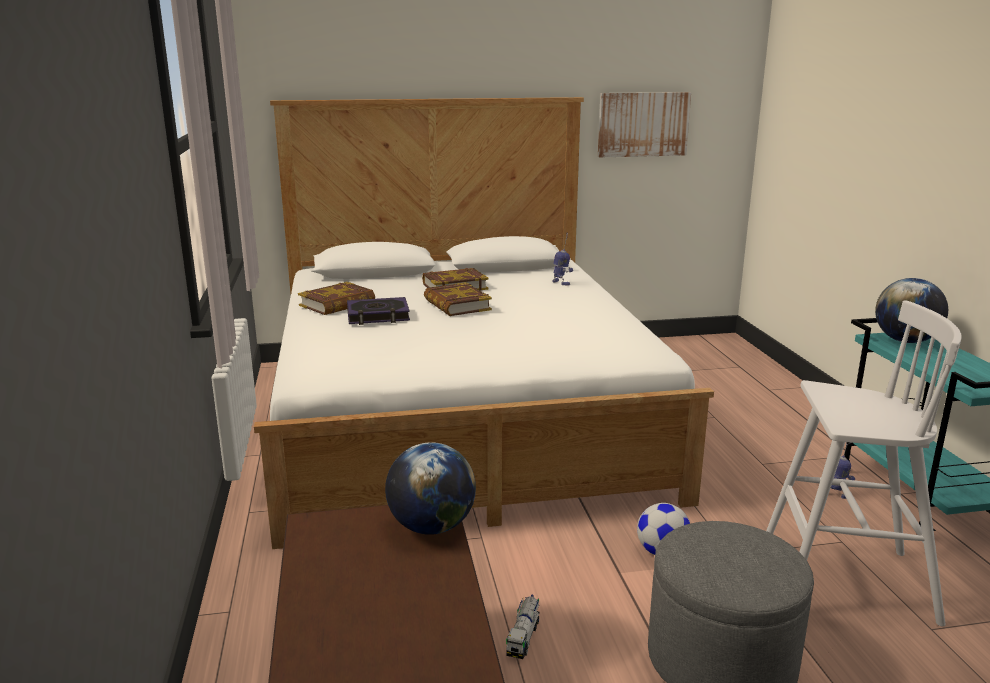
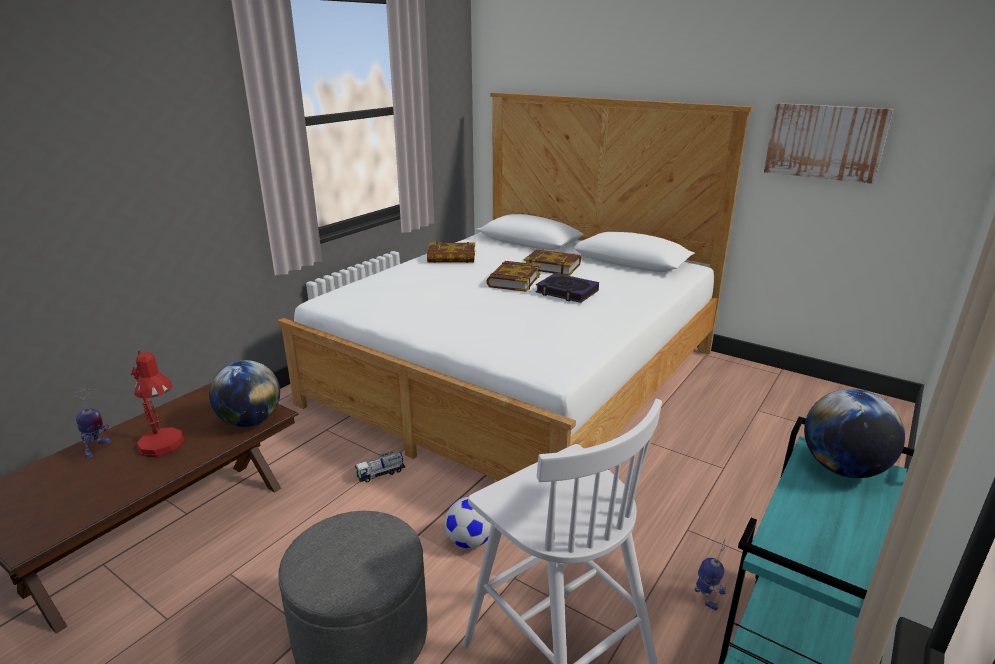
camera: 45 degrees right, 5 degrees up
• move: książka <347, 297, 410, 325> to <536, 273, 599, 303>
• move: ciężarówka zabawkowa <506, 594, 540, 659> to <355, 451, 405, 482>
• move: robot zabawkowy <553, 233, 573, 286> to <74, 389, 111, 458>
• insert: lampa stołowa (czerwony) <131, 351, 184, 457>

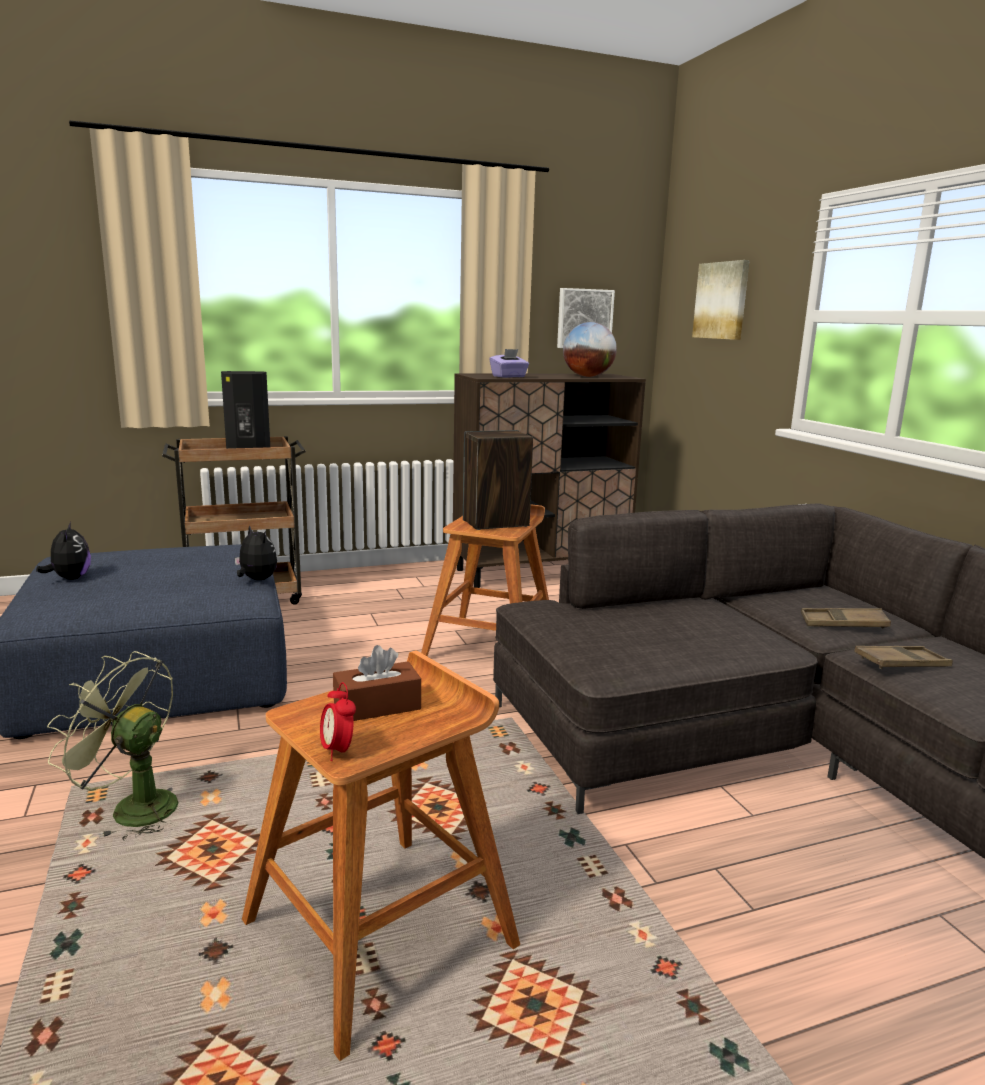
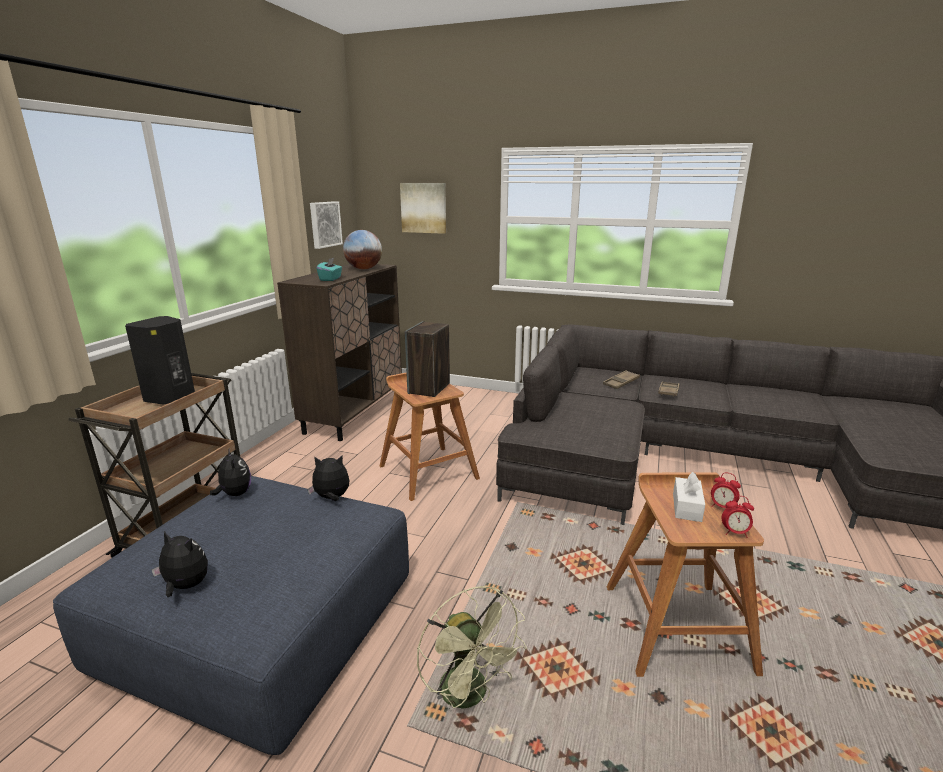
camera: 50 degrees left, 5 degrees up
• rotate: wentylator (zielony) <47, 651, 178, 841> = <417, 586, 527, 708> 90 degrees counterclockwise
• recolor: pudełko chusteczek (brązowy) <333, 645, 421, 721> to pudełko chusteczek (biały) <673, 472, 705, 522>
• recolor: pudełko chusteczek (fioletowy) <490, 349, 529, 378> to pudełko chusteczek (turkusowy) <316, 258, 342, 281>
• insert: pluszak <210, 447, 251, 496>
• insert: budzik <711, 473, 741, 508>

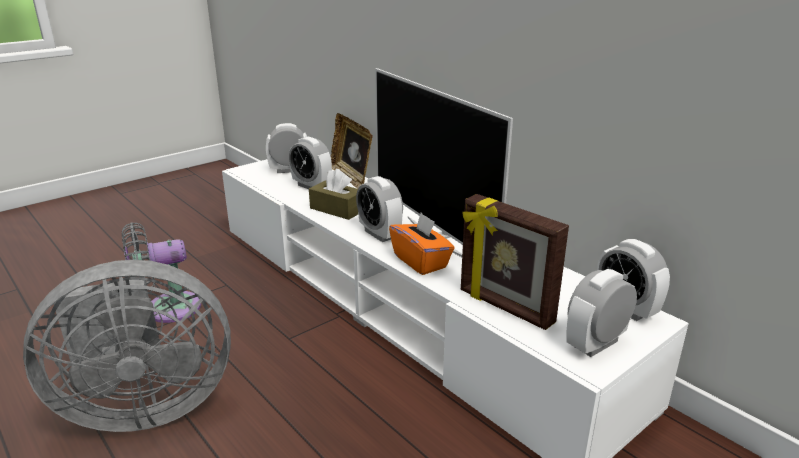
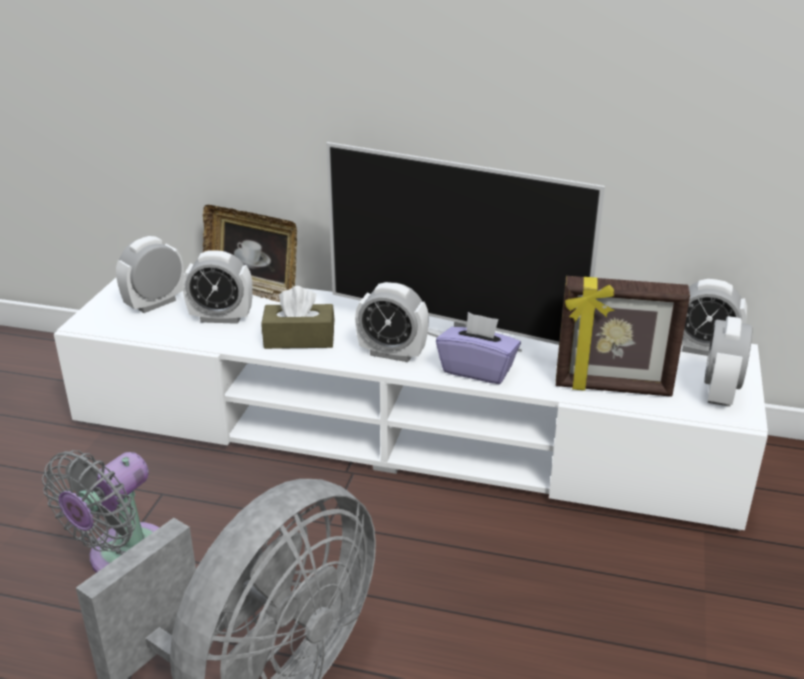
camera: 35 degrees left, 5 degrees up
• recolor: pudełko chusteczek (pomarańczowy) <389, 213, 455, 275> to pudełko chusteczek (fioletowy) <436, 312, 521, 384>

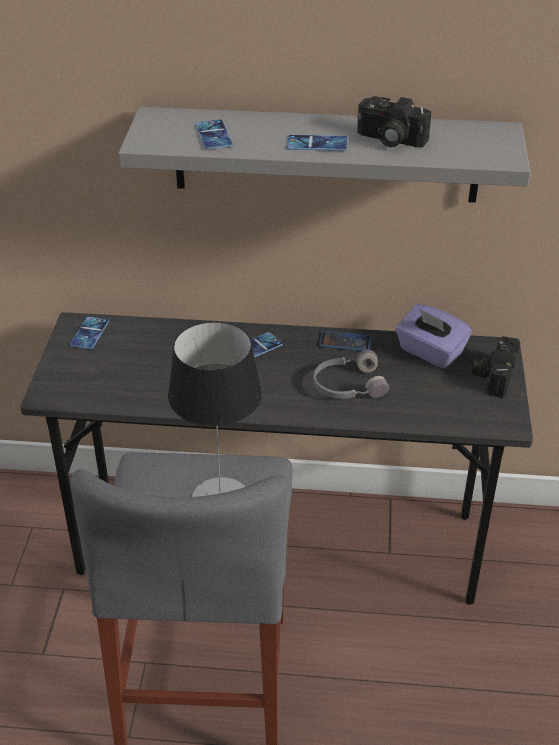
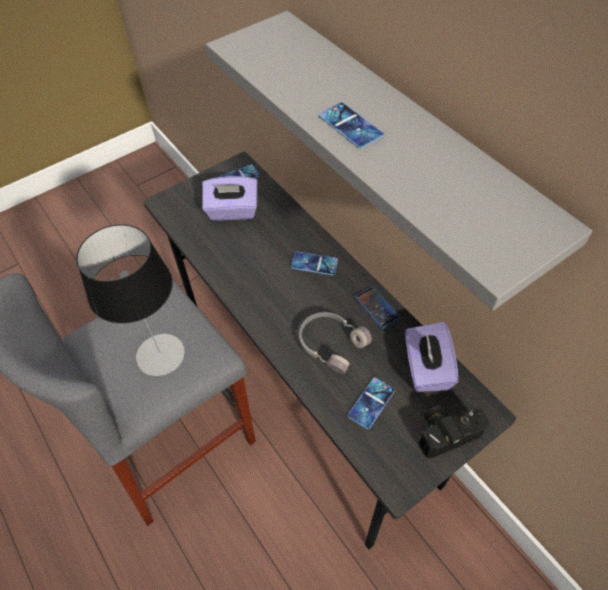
camera: 50 degrees right, 15 degrees up
• move: telefon <195, 120, 233, 149> to <348, 377, 395, 429>
• delete: aparat fotograficzny <357, 96, 431, 147>
• insert: pudełko chusteczek (fioletowy) <202, 176, 257, 221>

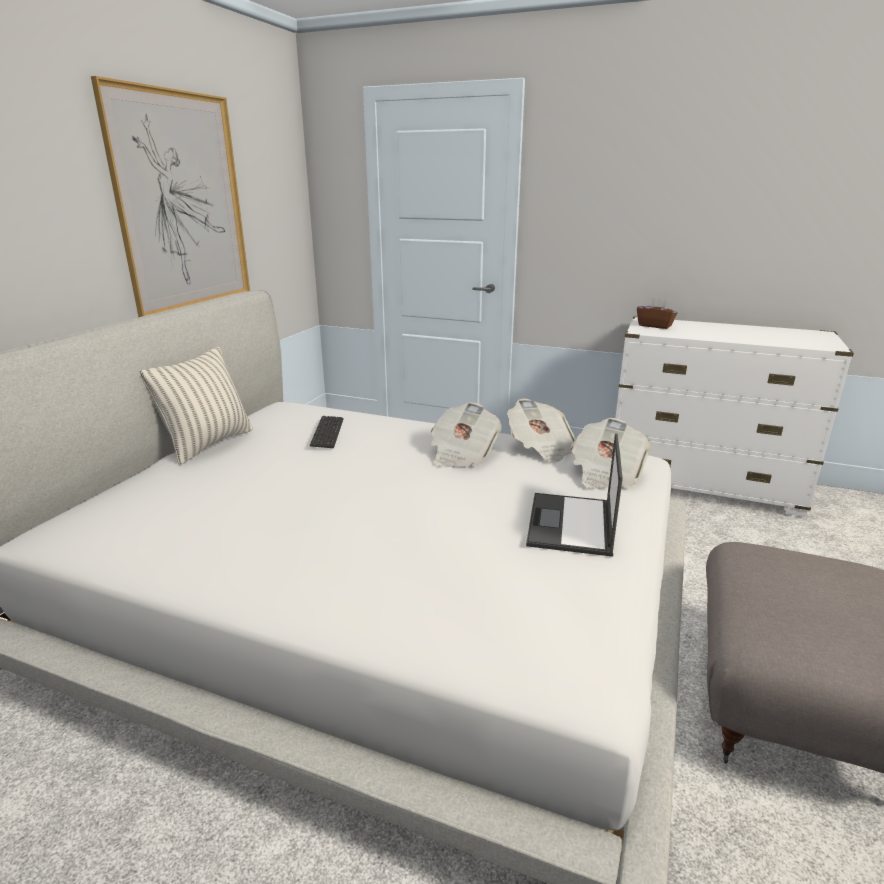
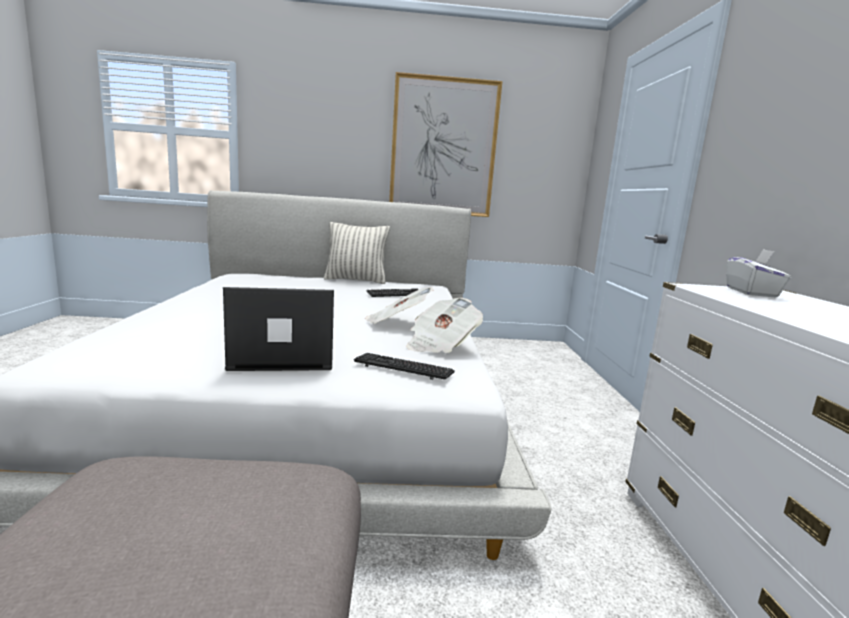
camera: 65 degrees right, 10 degrees down
• replace: gazeta <571, 418, 651, 489> to klawiatura <354, 353, 455, 380>
• recolor: pudełko chusteczek (brązowy) <637, 297, 677, 329> to pudełko chusteczek (biały) <726, 249, 791, 298>

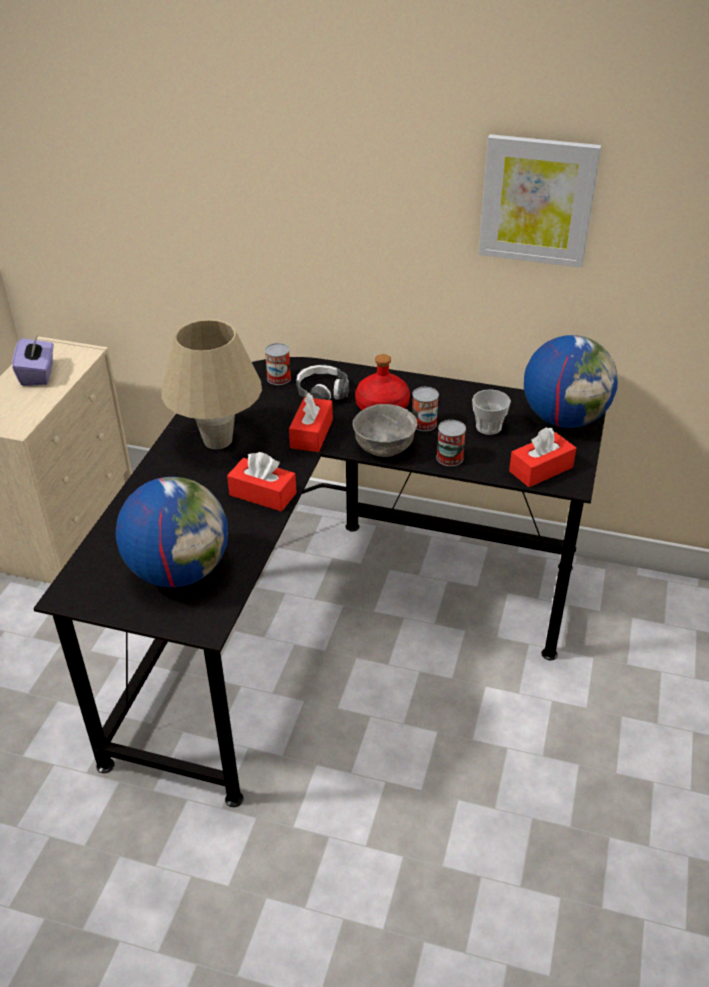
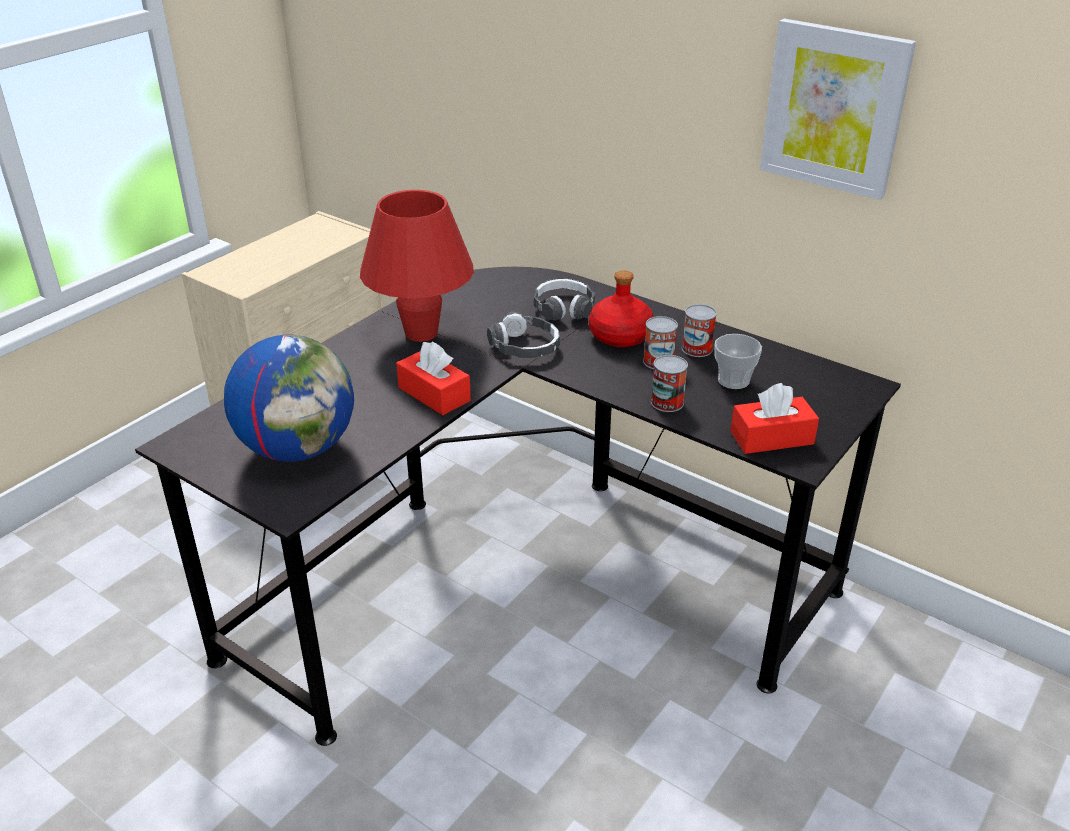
camera: 20 degrees right, 5 degrees down
• delete: pudełko chusteczek (fioletowy) <12, 334, 53, 386>
• recolor: lampa stołowa (beżowy) <162, 319, 262, 449> to lampa stołowa (czerwony) <360, 190, 474, 342>
• move: puszka <265, 343, 291, 385> to <682, 304, 717, 357>
• replace: pudełko chusteczek (czerwony) <289, 393, 333, 452> to słuchawki <487, 311, 560, 358>
• delete: miska (szary) <352, 404, 418, 457>
• delete: globus <524, 335, 618, 428>

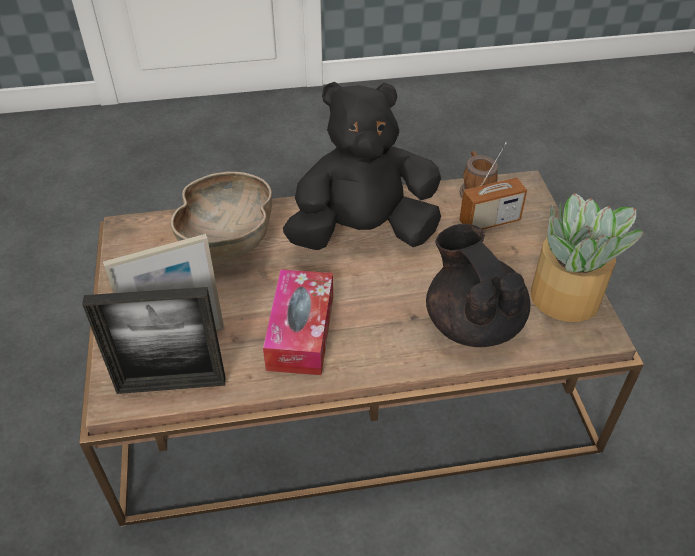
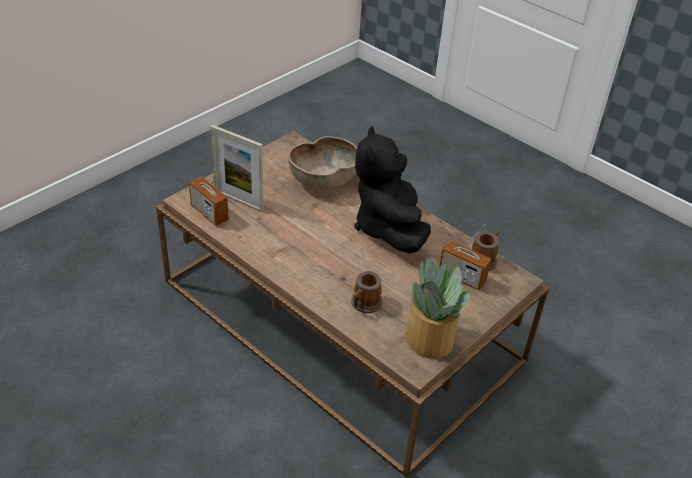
camera: 50 degrees right, 5 degrees down
• replace: ramka na zdjęcie <82, 287, 225, 394> to radio <189, 163, 229, 226>
• delete: pudełko chusteczek <263, 269, 333, 375>
• rotate: pluszak (czarny) <283, 82, 441, 250> = <355, 126, 431, 254> 135 degrees counterclockwise
• replace: imbryk (czarny) <426, 224, 531, 347> to kubek <351, 271, 383, 313>

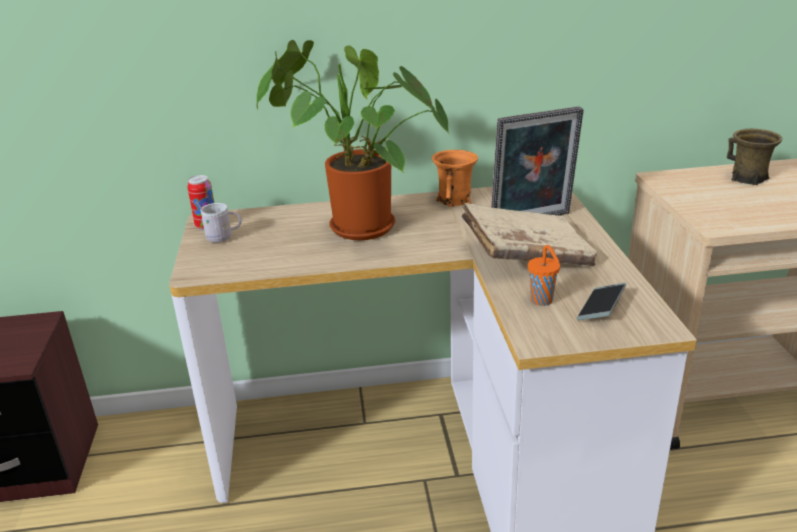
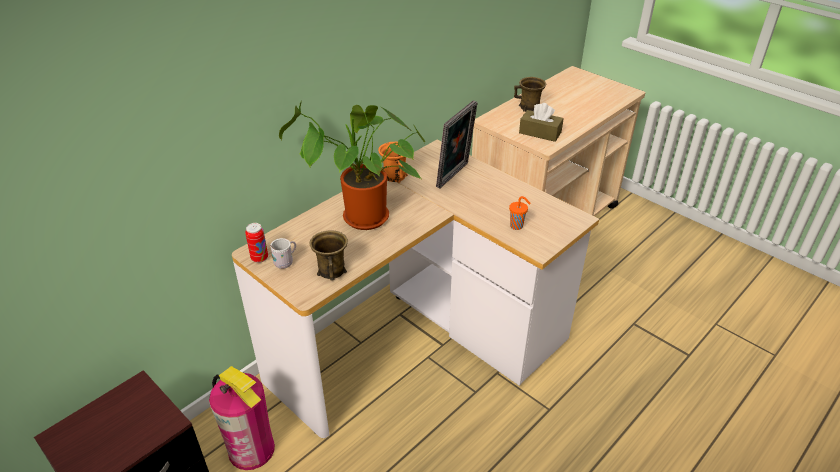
camera: 40 degrees left, 10 degrees up
• delete: książka (beżowy) <462, 203, 597, 266>
• delete: telefon <577, 283, 626, 321>
• insert: gaśnica <209, 366, 275, 470>
• insert: kubek (brązowy) <310, 230, 348, 281>
• insert: pudełko chusteczek (brązowy) <519, 103, 564, 142>

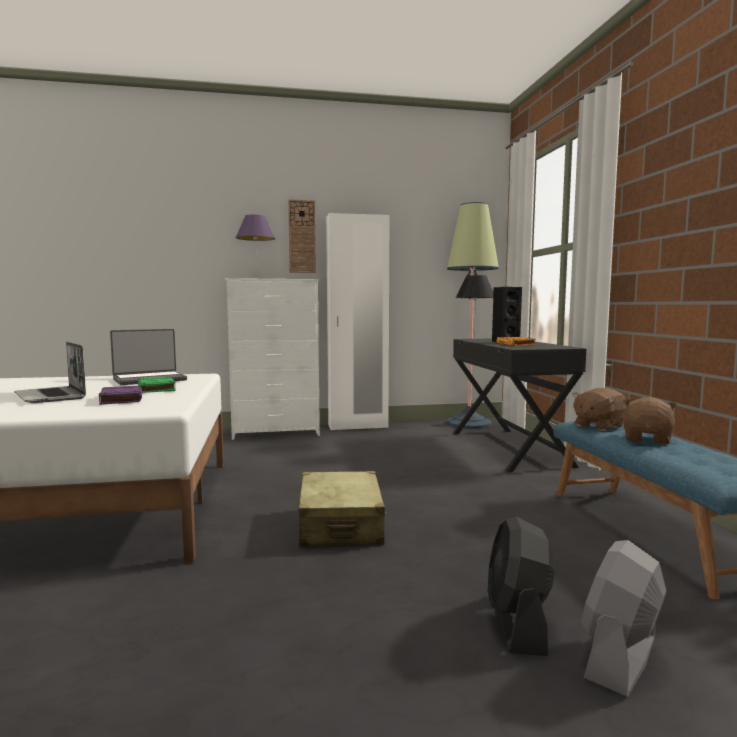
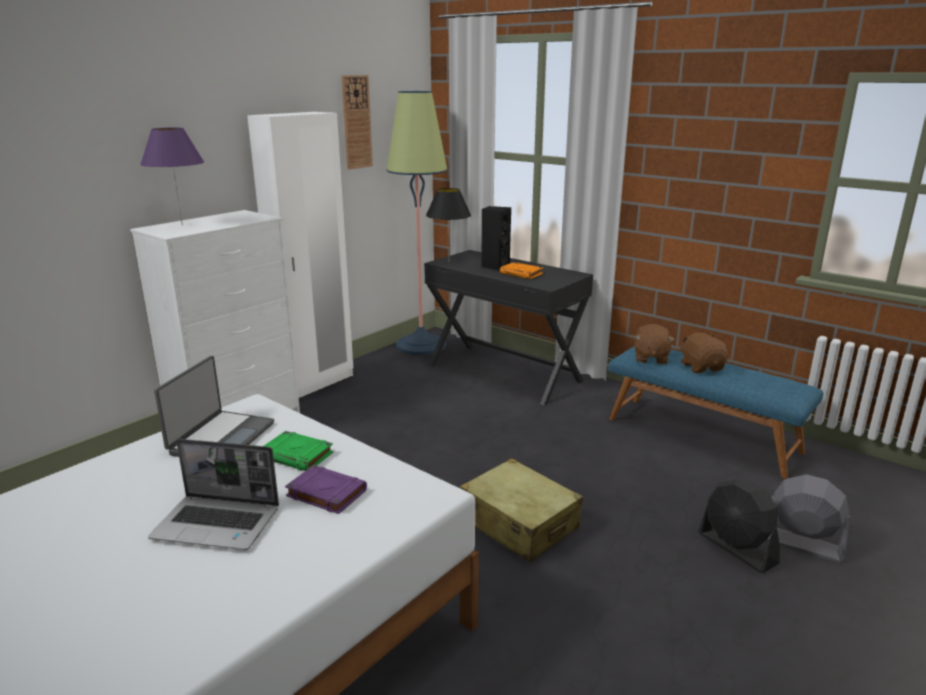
camera: 40 degrees left, 15 degrees up
• move: zegar ścienny <288, 199, 316, 273> to <342, 75, 373, 169>
• rotate: wentylator (szary) <581, 540, 666, 697> = <765, 475, 851, 563> 120 degrees clockwise

